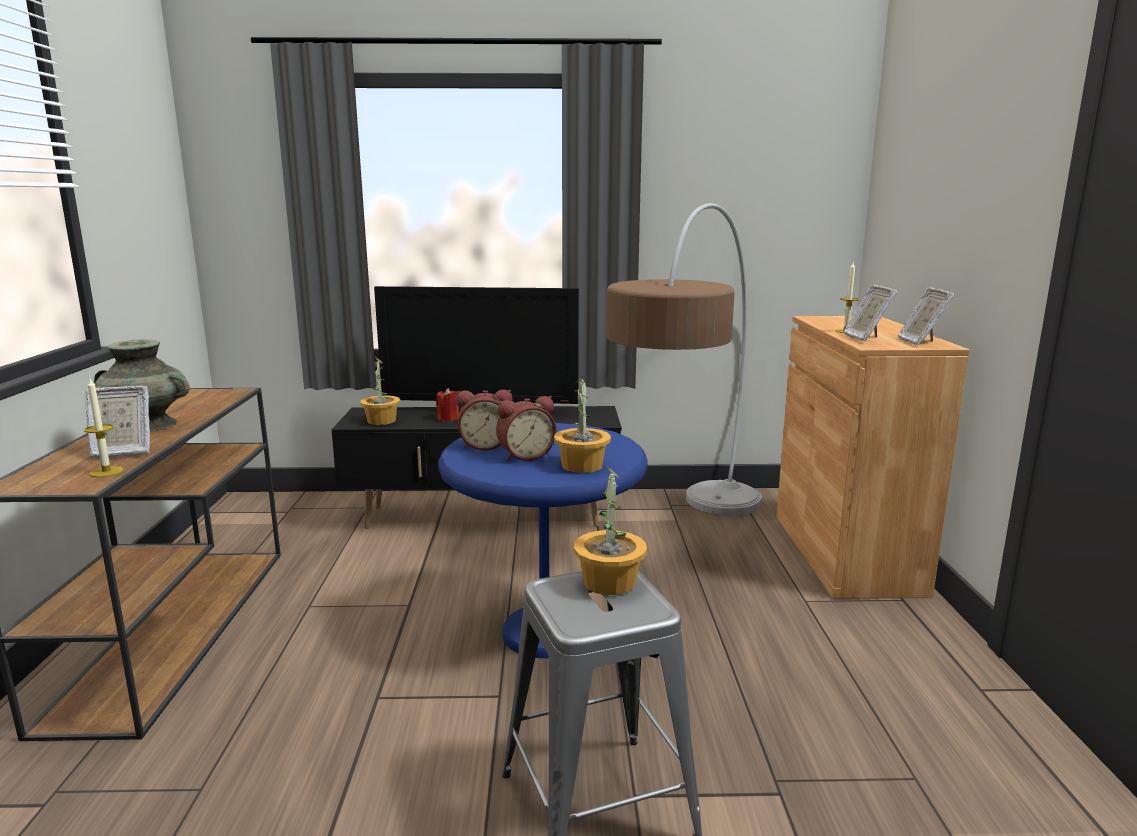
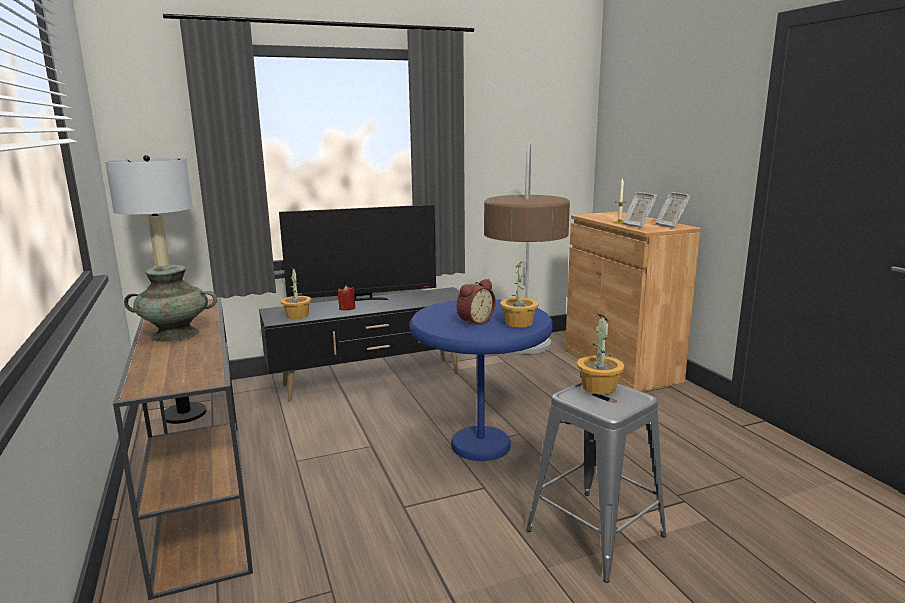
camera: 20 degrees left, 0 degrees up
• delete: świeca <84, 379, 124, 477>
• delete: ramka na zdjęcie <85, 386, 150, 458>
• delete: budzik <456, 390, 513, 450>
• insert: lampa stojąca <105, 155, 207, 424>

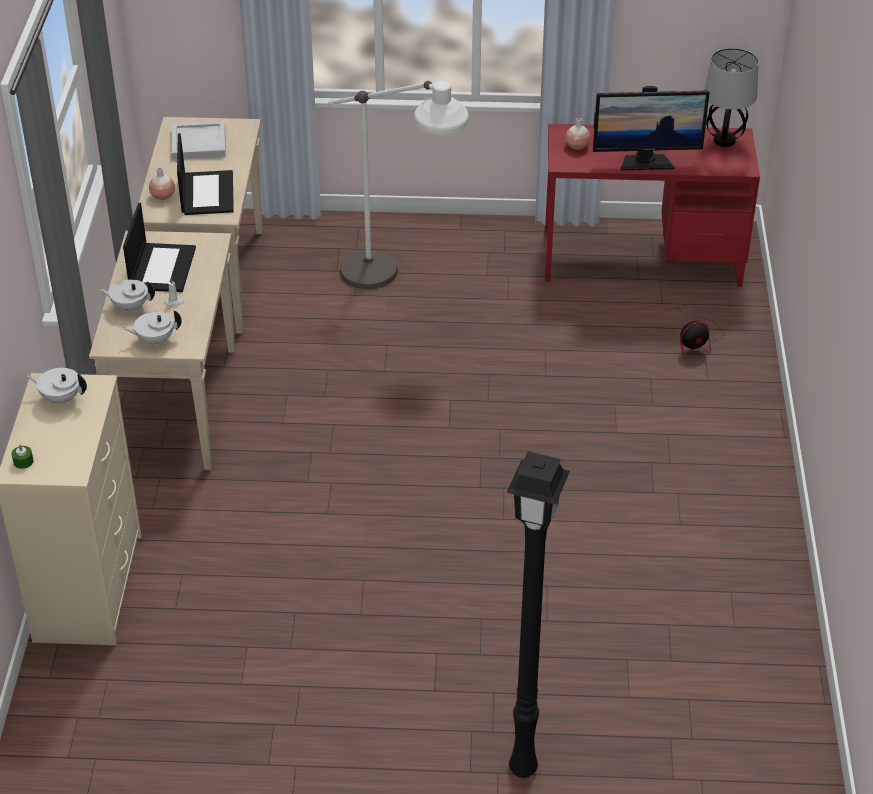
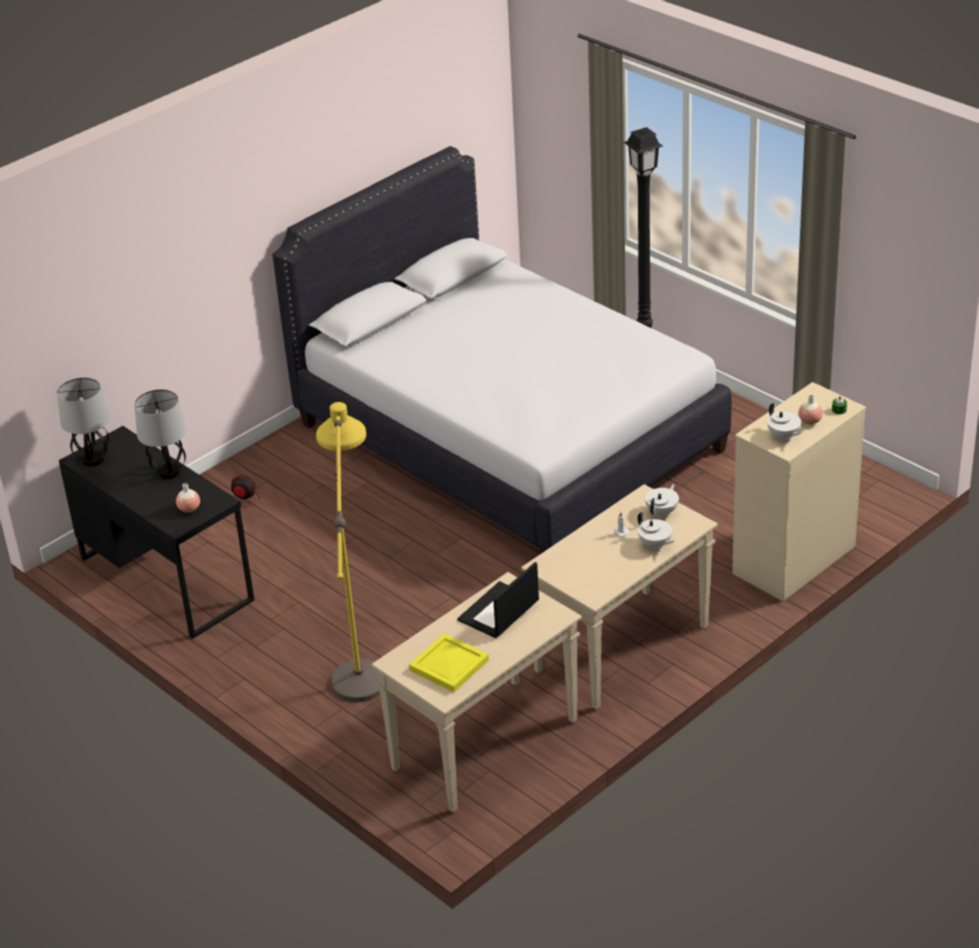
camera: 135 degrees left, 5 degrees down
• rotate: imbryk (biały) <122, 310, 182, 346> = <645, 484, 679, 516> 90 degrees counterclockwise
• delete: laptop <123, 203, 196, 292>
• move: wazon <149, 167, 175, 200> to <798, 395, 823, 425>
• recolor: taca (biały) <171, 121, 226, 160> to taca (żółty) <409, 634, 489, 692>
• recolor: lampa stojąca (biały) <328, 81, 469, 289> to lampa stojąca (żółty) <316, 402, 380, 702>
• recolor: biurko (czerwony) <545, 124, 760, 287> to biurko (czarny) <59, 426, 254, 639>
• replace: monitor <593, 86, 710, 170> to lampa stołowa <134, 389, 187, 479>
• insert: łóżko (biały) <272, 146, 732, 553>

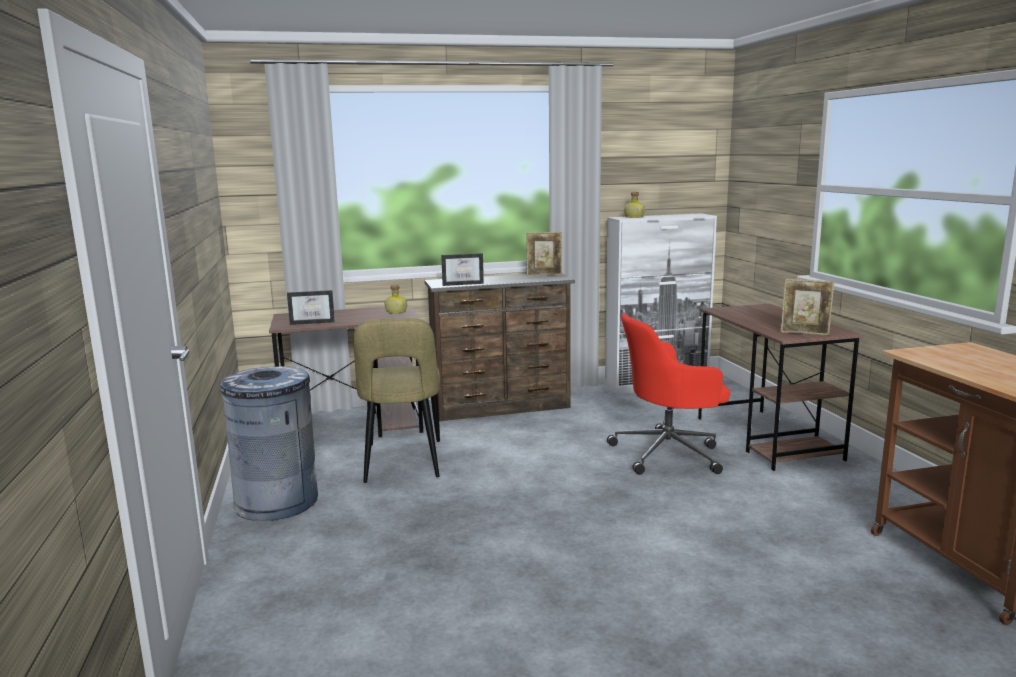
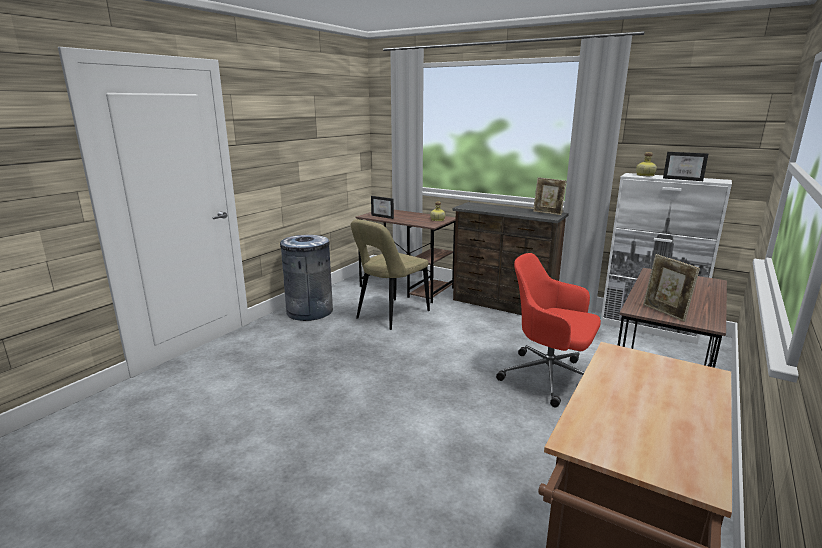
camera: 45 degrees right, 5 degrees up
• move: ramka na zdjęcie <441, 253, 484, 286> to <663, 152, 708, 181>

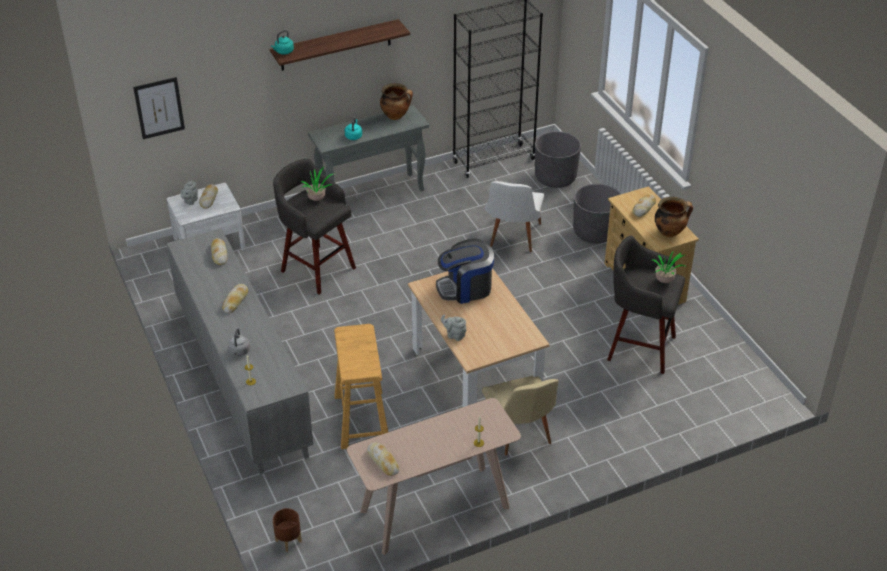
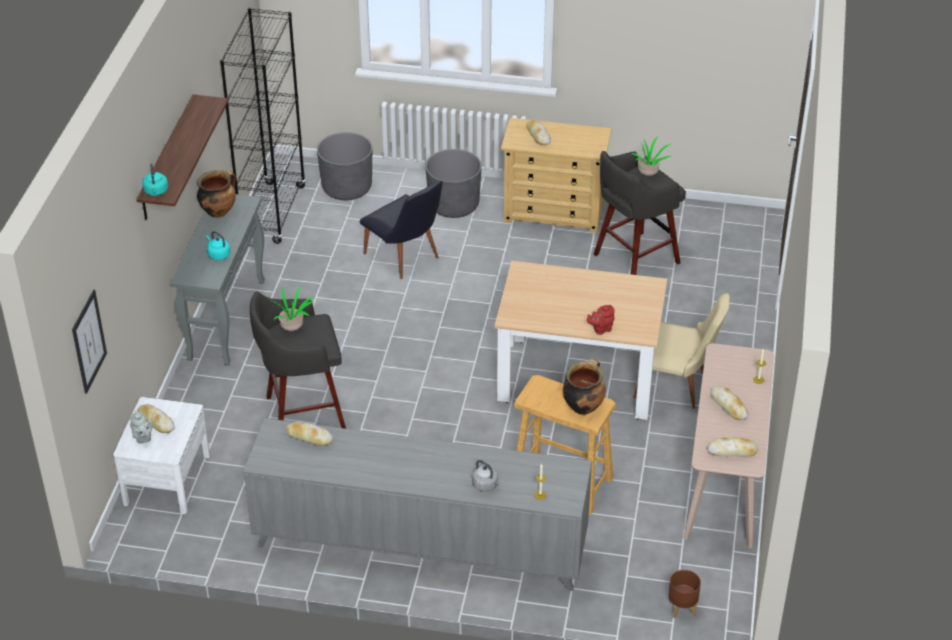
camera: 55 degrees left, 0 degrees up
• move: chleb <222, 284, 248, 313> to <710, 385, 748, 420>
• delete: ekspres do kawy <436, 239, 494, 304>
• recolor: imbryk (szary) <441, 315, 467, 341> to imbryk (czerwony) <587, 305, 615, 335>
• recolor: krzesło (biały) <485, 181, 544, 252> to krzesło (czarny) <360, 181, 443, 279>
• move: garnek <655, 197, 693, 237> to <563, 359, 606, 415>

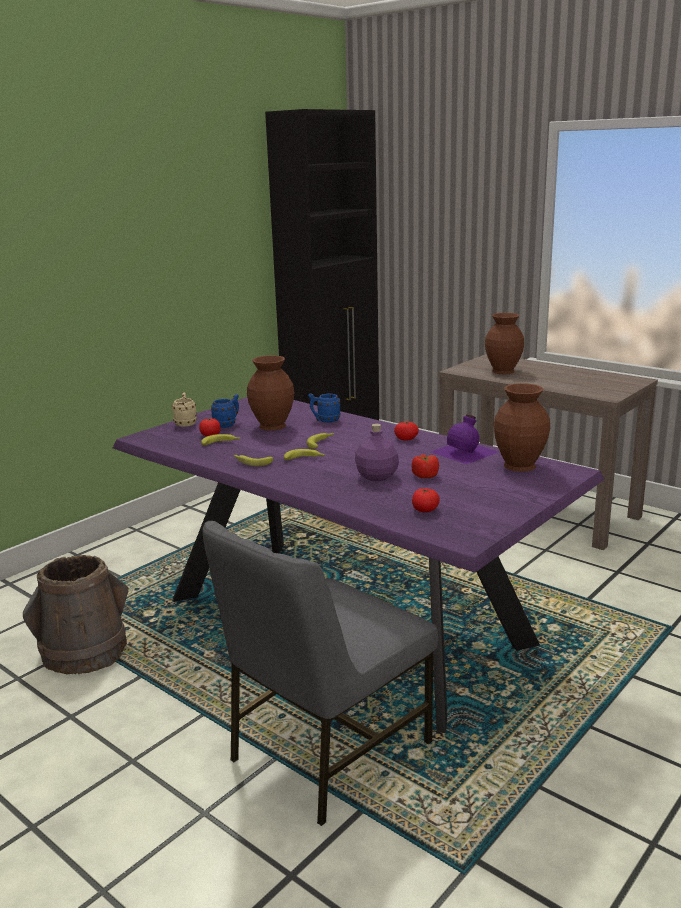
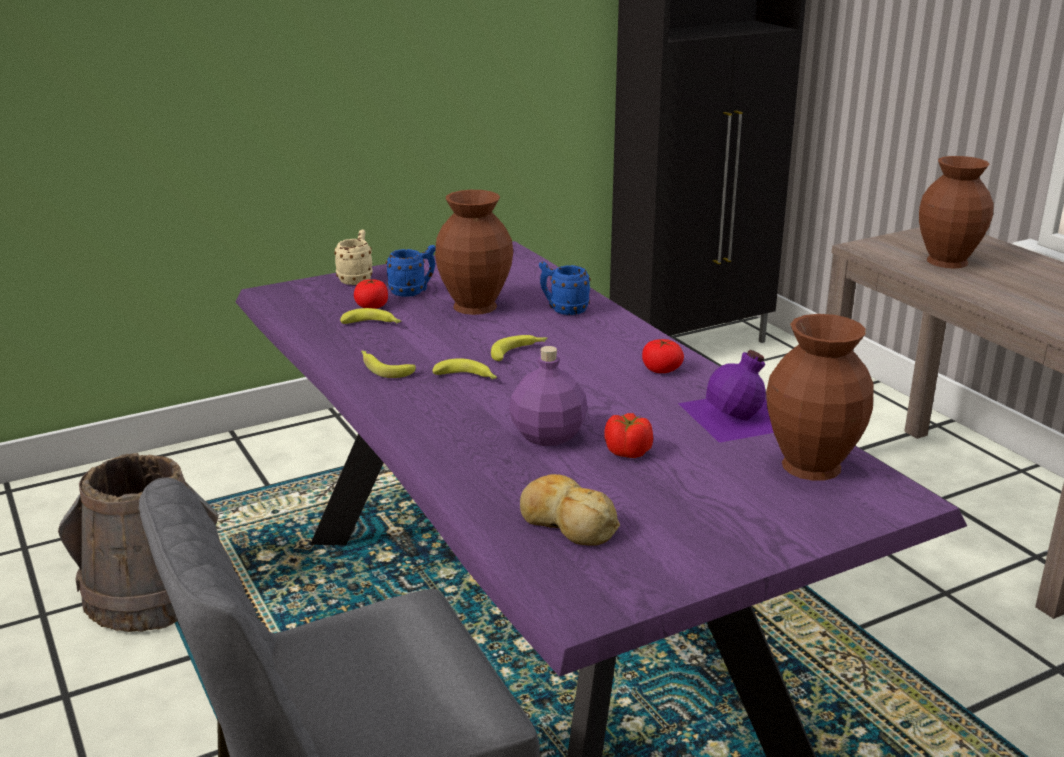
camera: 20 degrees right, 5 degrees up
• replace: pomidor <412, 488, 440, 512> to chleb <520, 474, 620, 546>

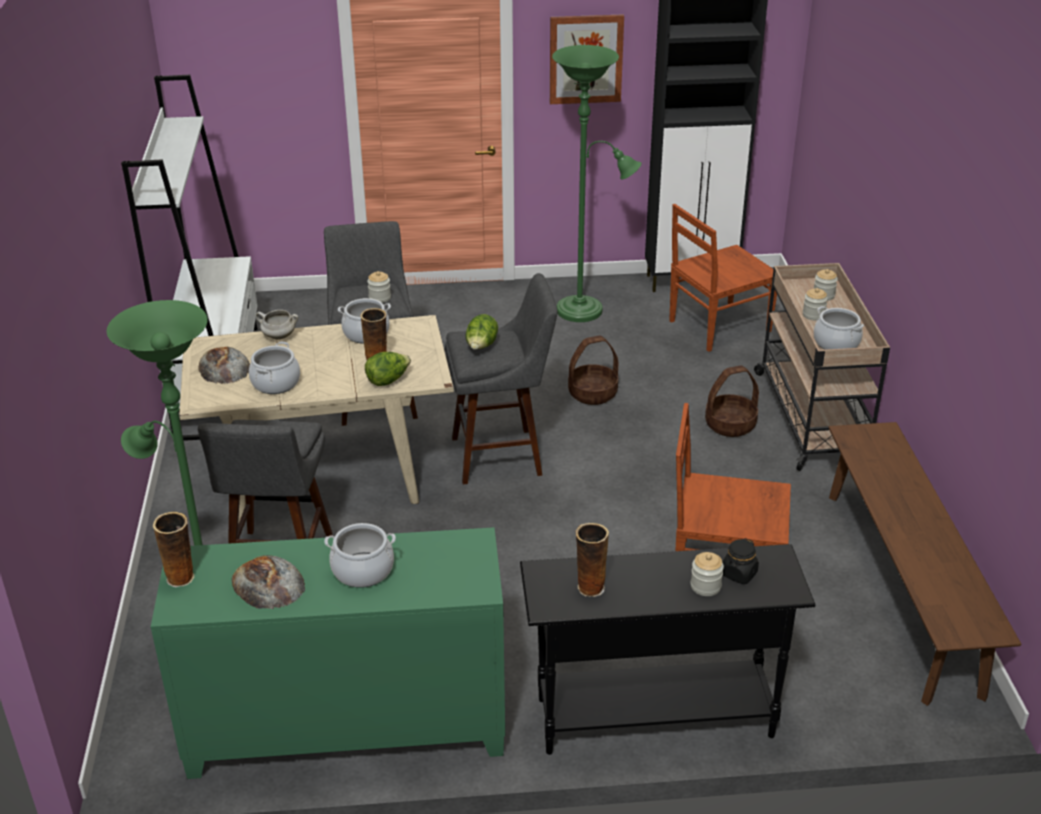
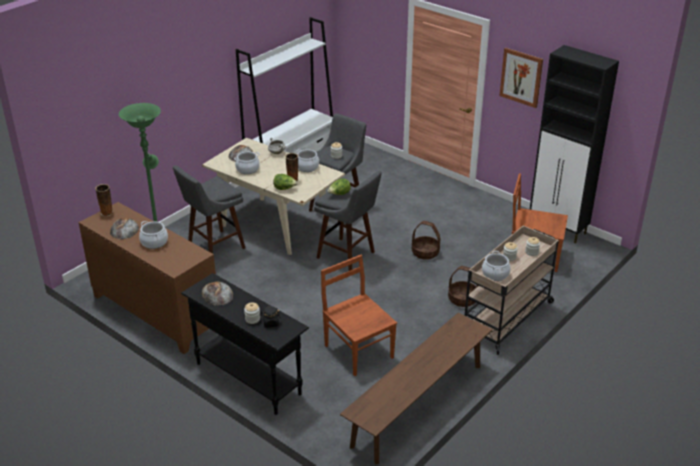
camera: 45 degrees right, 0 degrees up
• recolor: szafka (zielony) <151, 527, 505, 779> to szafka (brązowy) <79, 202, 216, 354>
• delete: lampa stojąca (zielony) <552, 45, 642, 322>
• replace: wazon <576, 523, 609, 597> to chleb <202, 281, 233, 306>

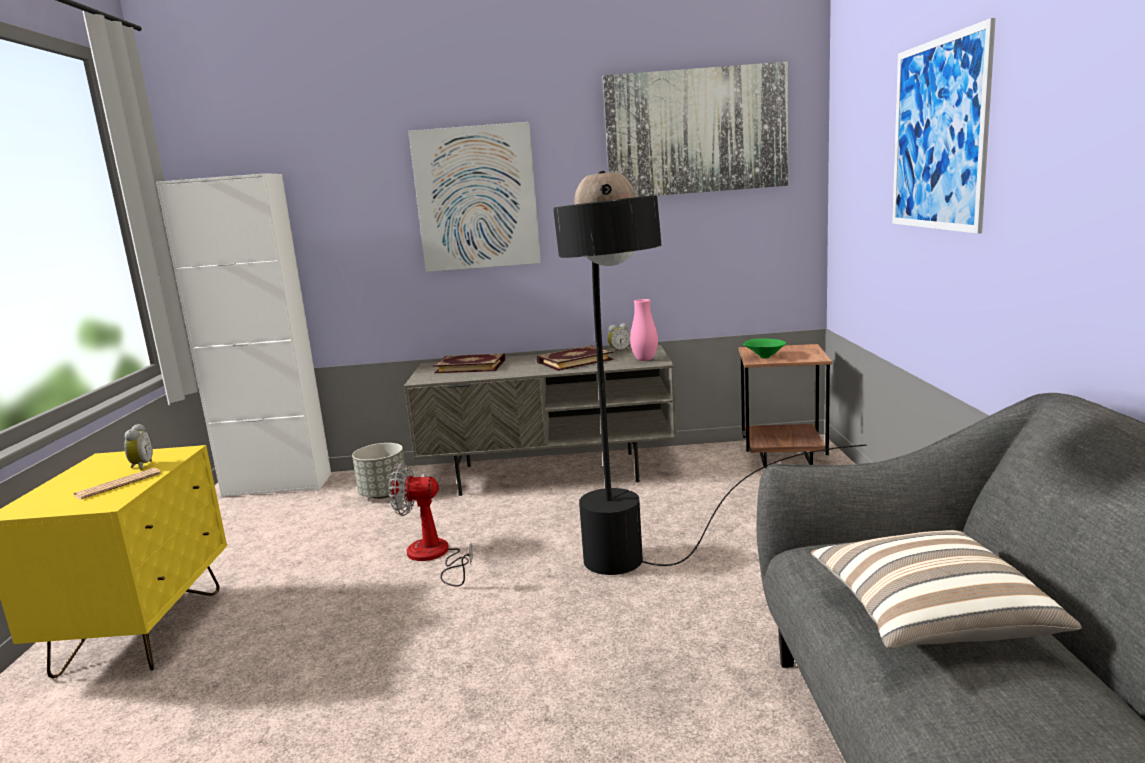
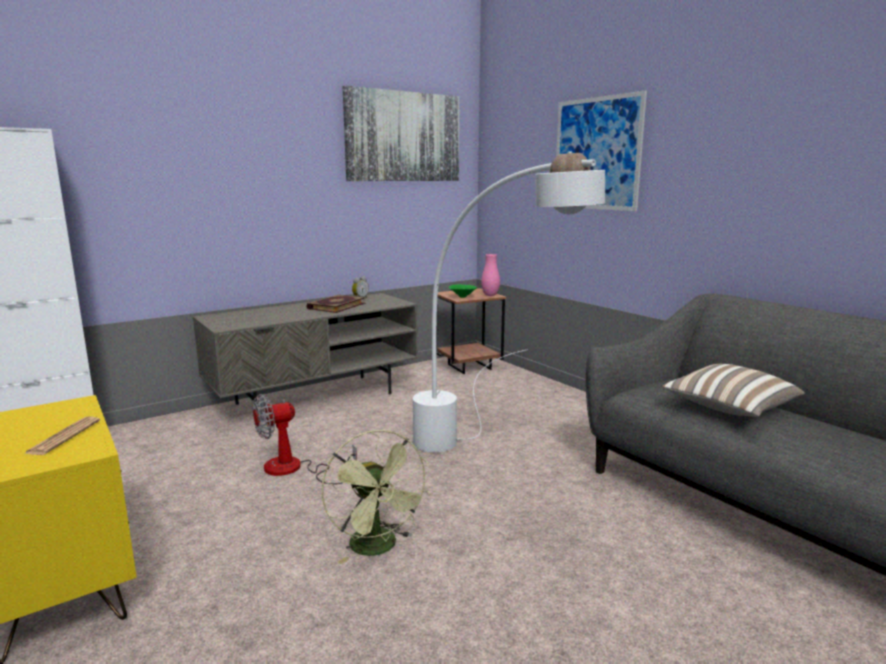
camera: 35 degrees left, 0 degrees up
• delete: budzik <124, 424, 153, 470>
• delete: donica (szary) <352, 443, 406, 499>
• delete: obraz <409, 122, 541, 272>
• delete: książka <433, 353, 505, 374>
• recolor: lampa stojąca (czarny) <553, 171, 867, 575> to lampa stojąca (biały) <413, 151, 605, 452>
• move: wazon (różowy) <630, 299, 658, 361> to <481, 254, 500, 296>
• insert: wentylator (zielony) <321, 430, 431, 564>

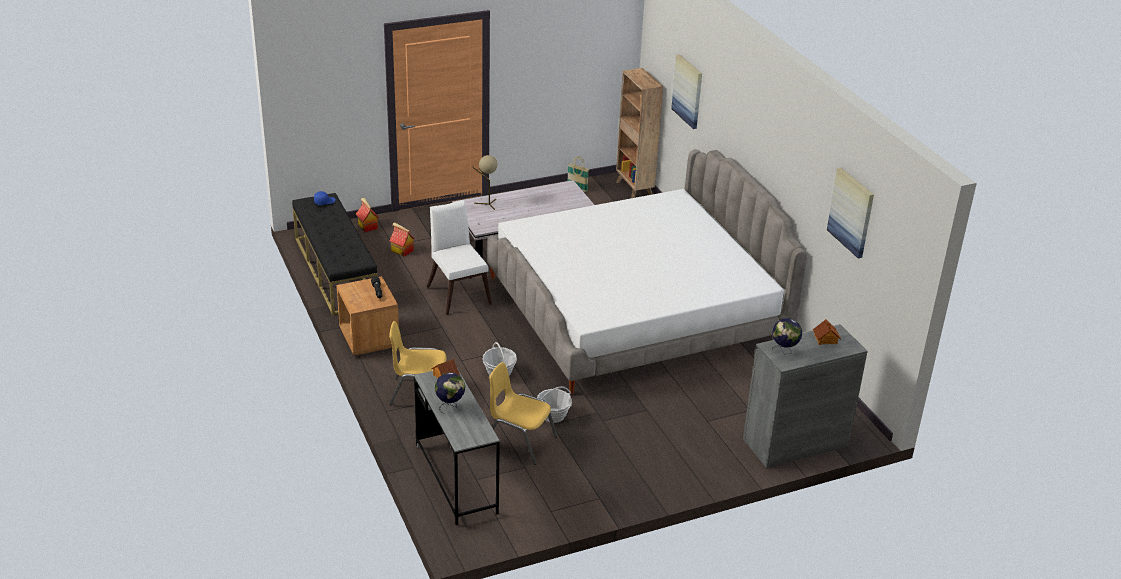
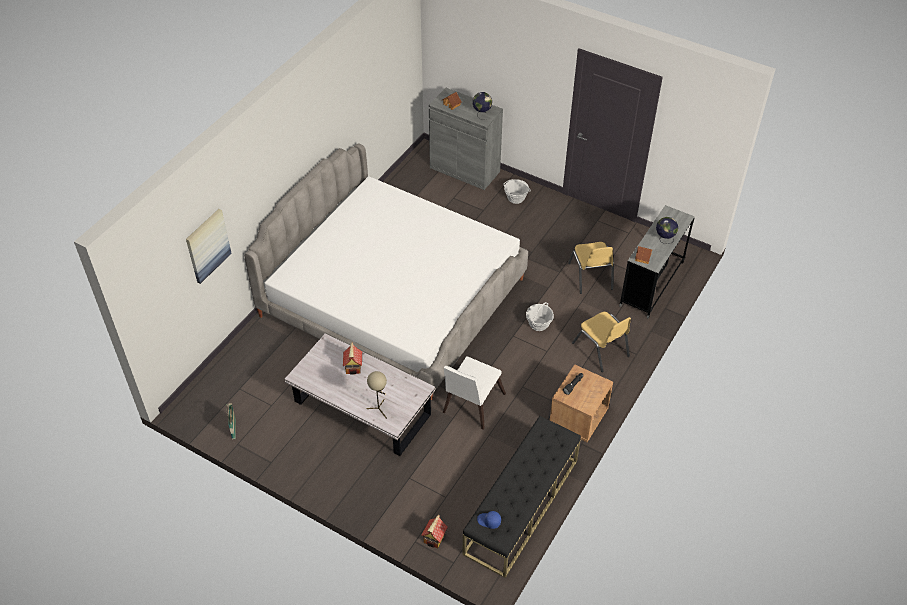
camera: 125 degrees left, 15 degrees up
• move: domek <390, 222, 415, 257> to <343, 342, 362, 375>
• move: koszyk <537, 386, 572, 423> to <503, 179, 531, 204>
• delete: regał (brązowy) <616, 68, 663, 198>
• delete: obraz <827, 168, 874, 258>

